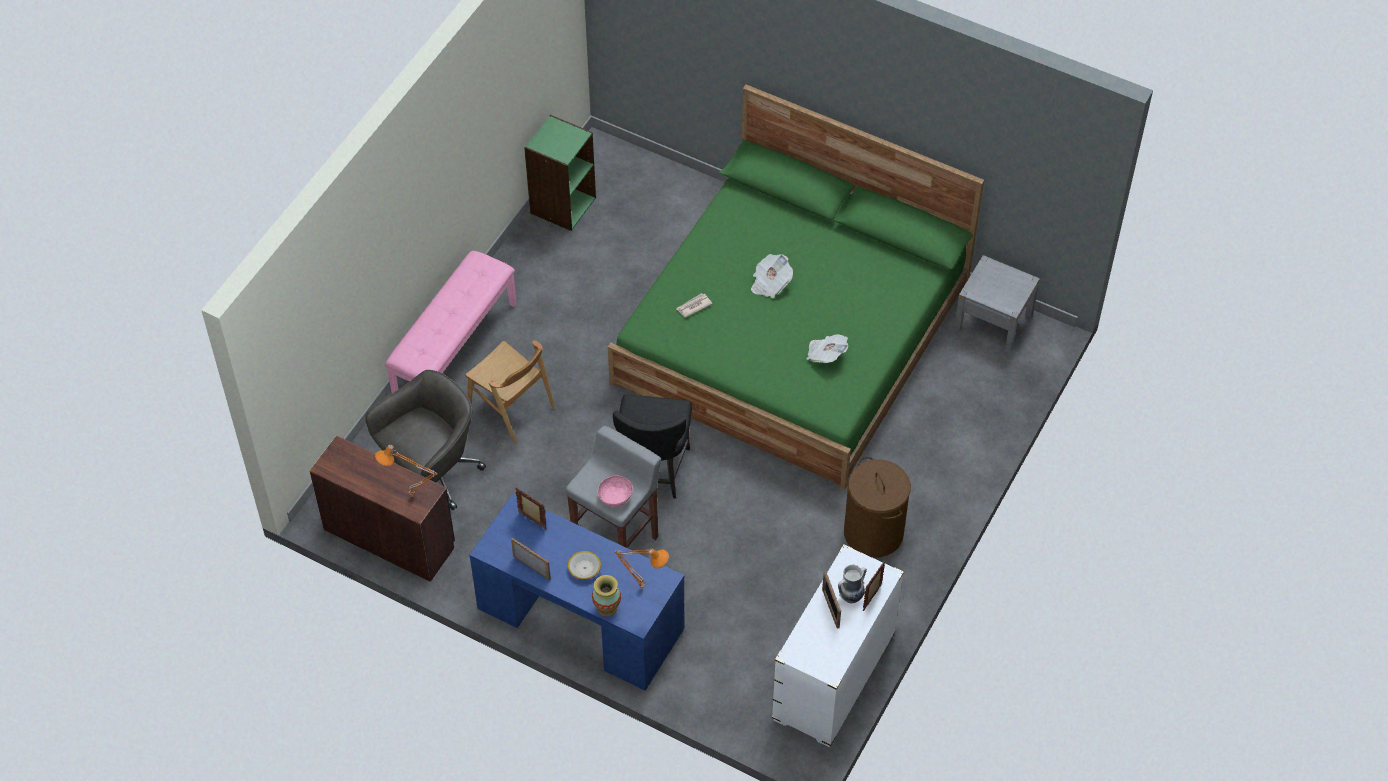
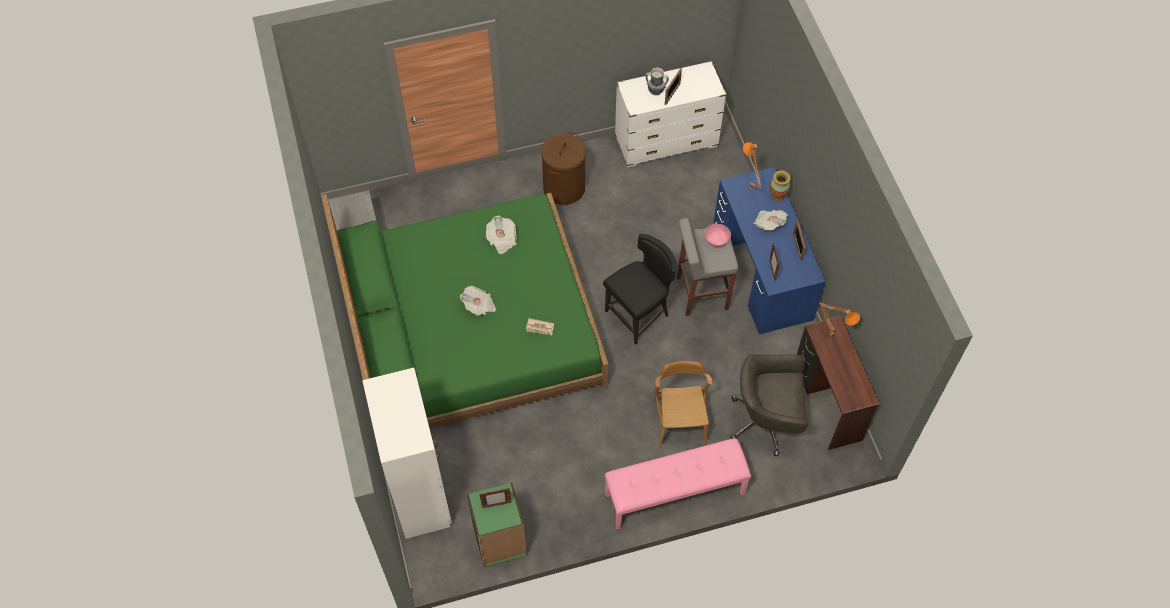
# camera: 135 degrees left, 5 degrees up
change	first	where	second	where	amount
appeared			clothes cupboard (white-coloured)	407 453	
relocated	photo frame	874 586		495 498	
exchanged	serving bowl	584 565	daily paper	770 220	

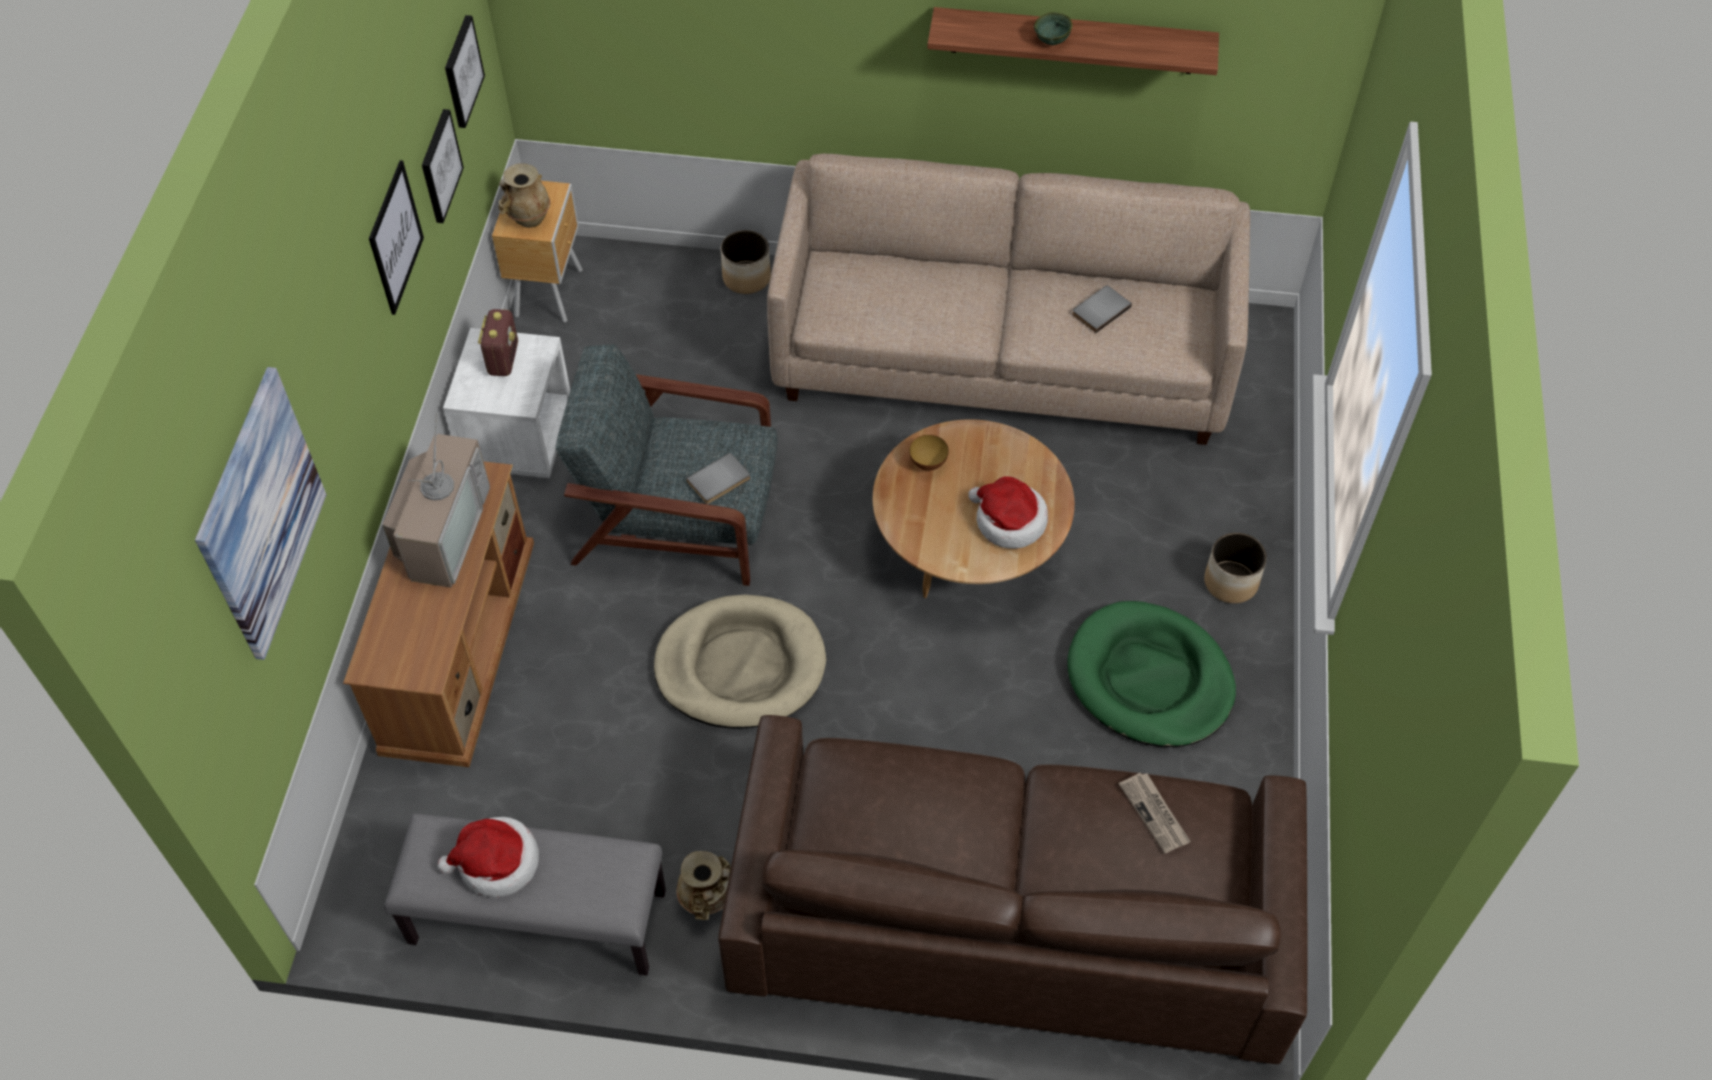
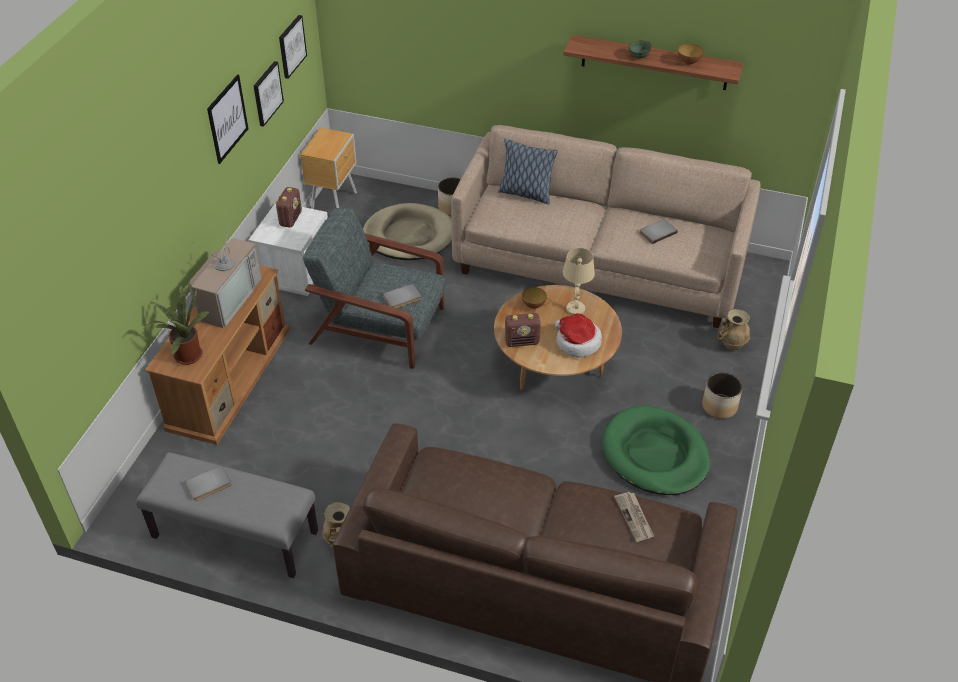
# camera: 10 degrees right, 10 degrees down
change	first	where	second	where	amount
appeared			plant in a pot	176 323	
exchanged	wearable hat	488 857	book (greyish)	208 483	
relocated	dog cushion (sand-coloured)	740 662		407 231	
appeared			cushion	527 172	
appeared			radio receiver	523 330	
appeared			tabletop lamp (sand-coloured)	579 281	
appeared			serving bowl	690 54	
relocated	flower vase (sand-coloured)	524 195		733 329	
missing	picture	260 513			

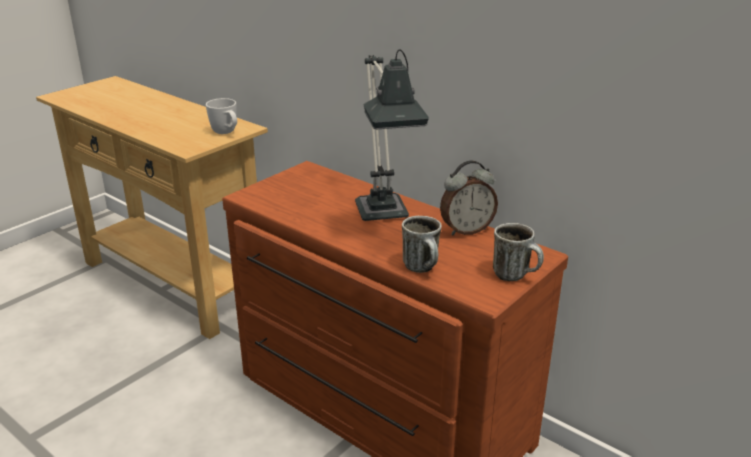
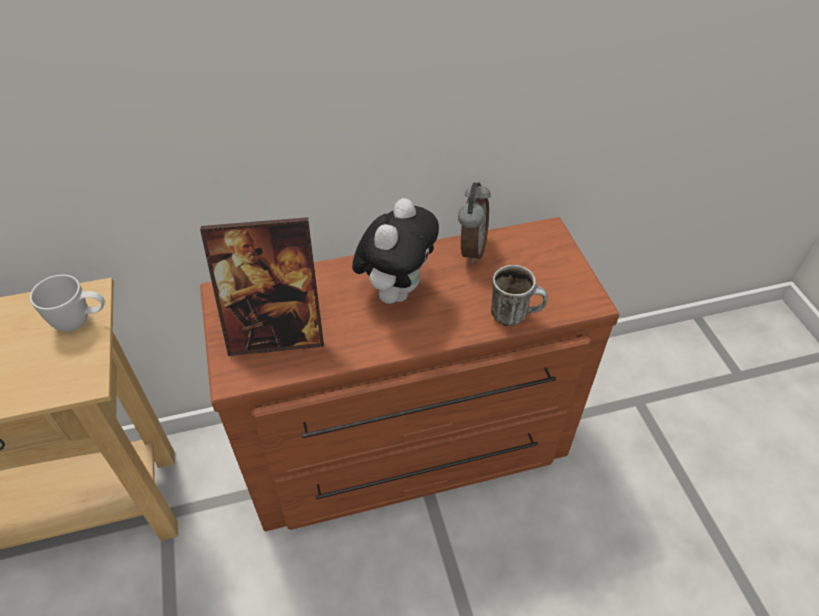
# camera: 55 degrees left, 20 degrees up
change	first	where	second	where	amount
appeared			photo frame	262 286	
exchanged	tabletop lamp	392 135	cuddly toy	395 251	
missing	tea mug	518 252			

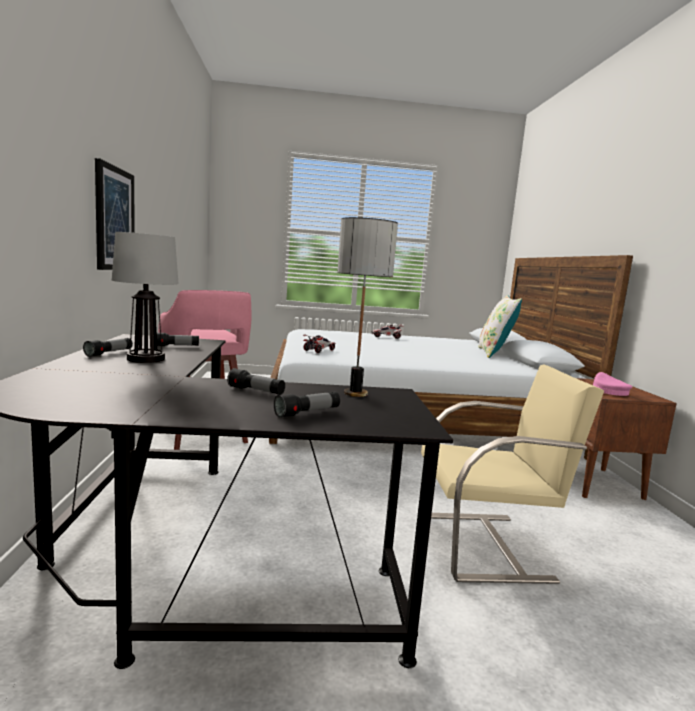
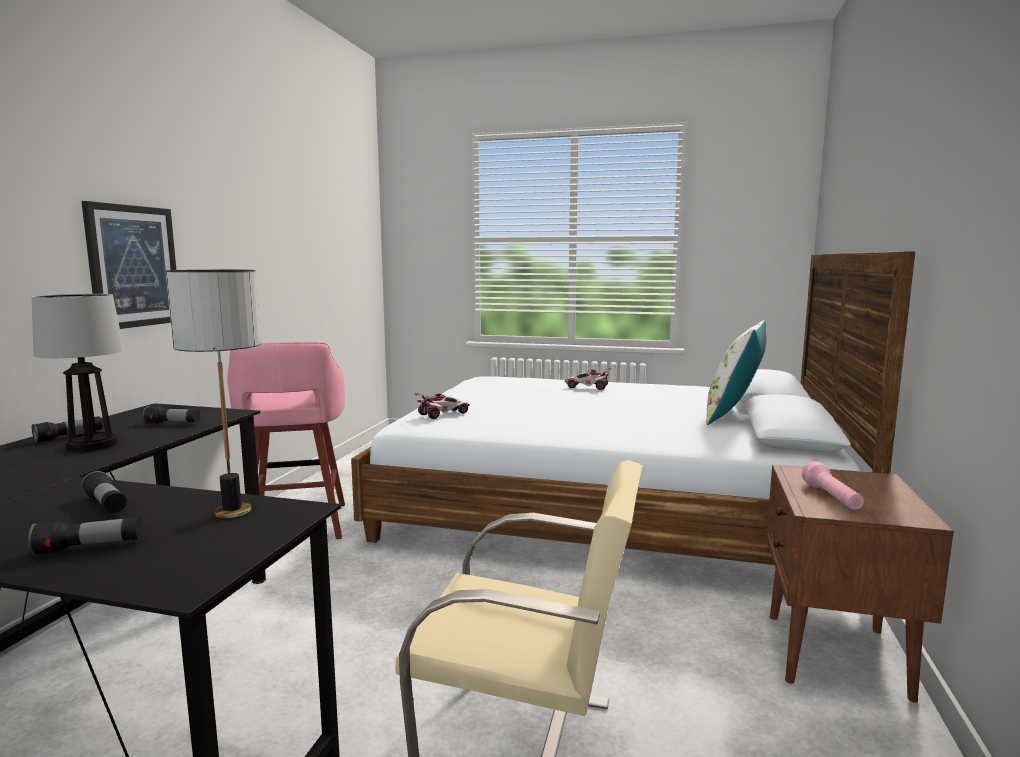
# camera: 20 degrees right, 0 degrees up
change	first	where	second	where	amount
exchanged	baseball cap (pink-coloured)	612 384	torch (pink-coloured)	833 485	

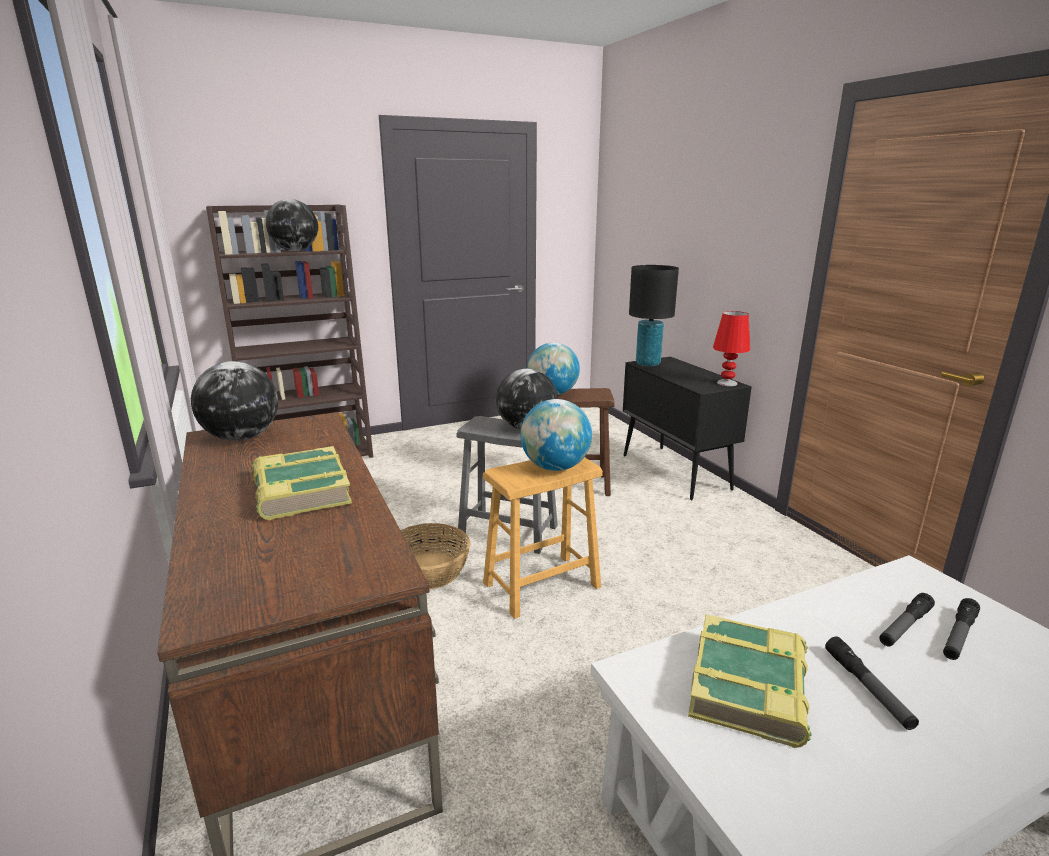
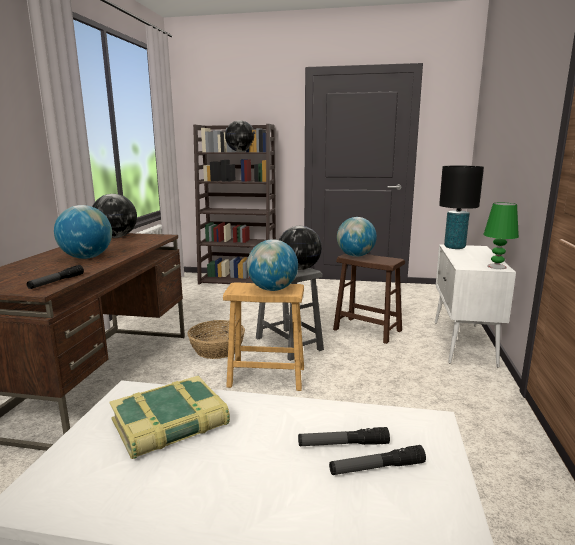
# camera: 35 degrees right, 5 degrees down
change	first	where	second	where	amount
relocated	torch	872 683		55 277	
exchanged	book	301 483	world globe	83 232	
colour	storage cabinet (black-coloured)	687 428	storage cabinet (white-coloured)	475 305	
colour	tabletop lamp (reddish)	731 348	tabletop lamp (green)	501 236	

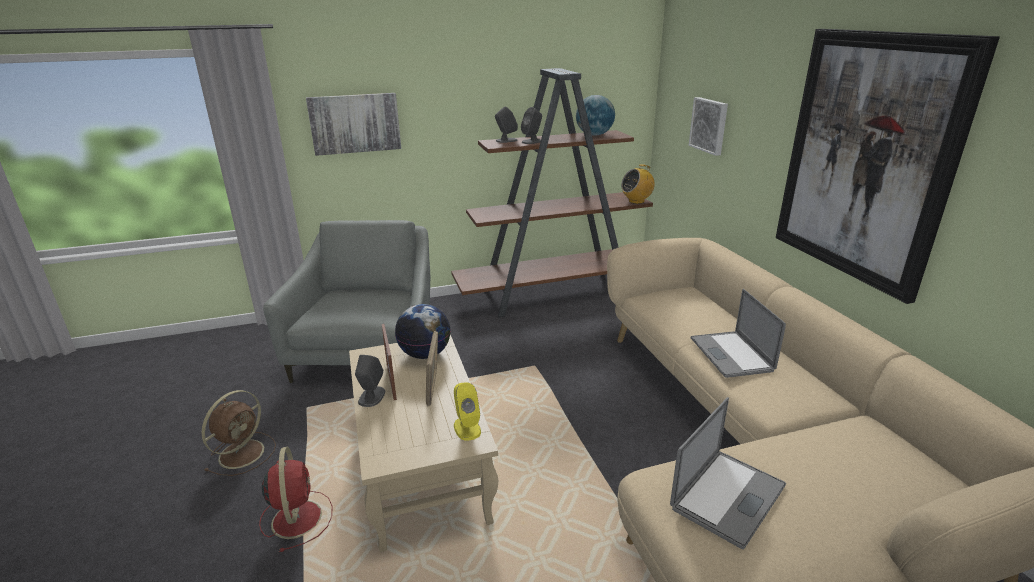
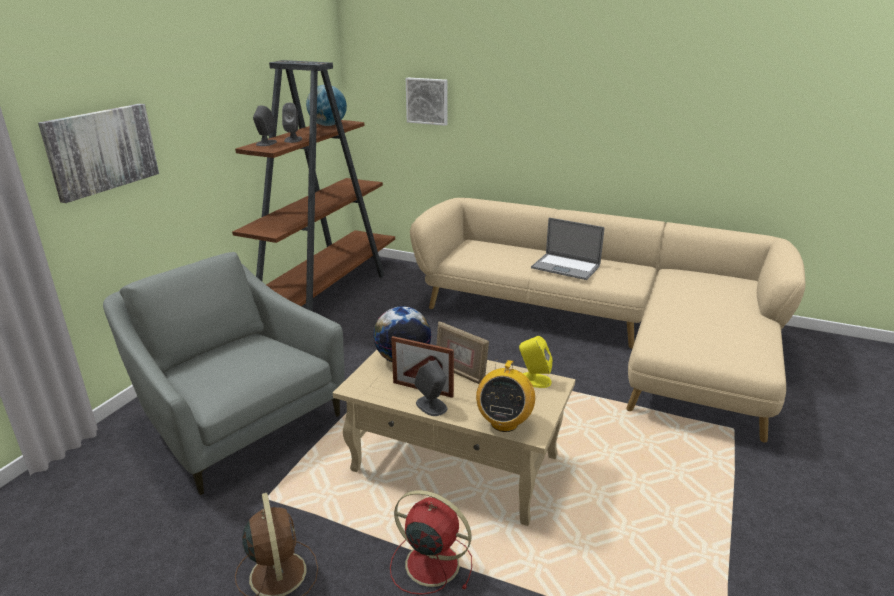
# camera: 50 degrees left, 0 degrees up
change	first	where	second	where	amount
relocated	radio receiver	638 184		505 395	
missing	portable computer	728 473			
missing	picture	888 166			

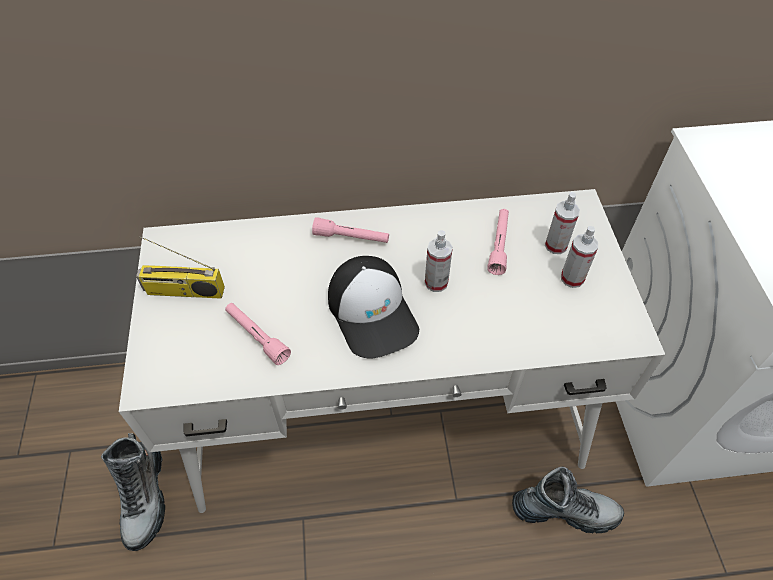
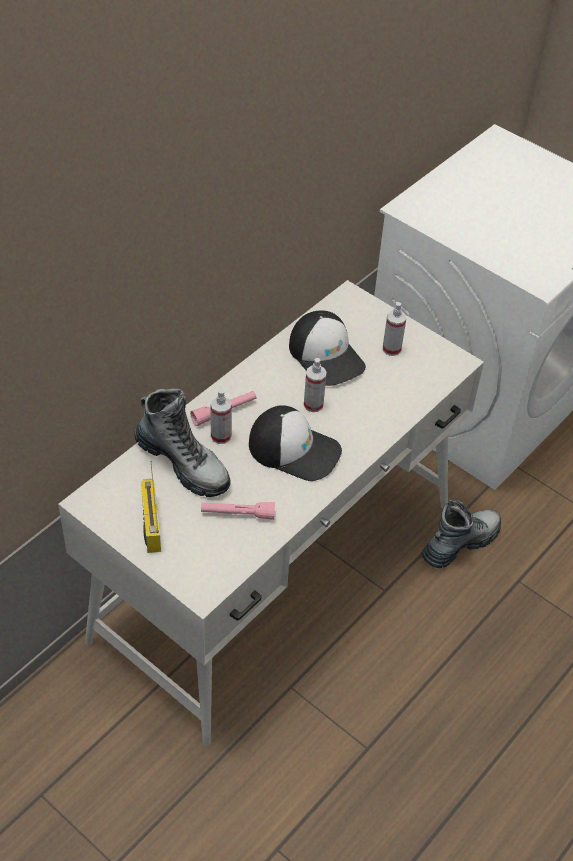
# camera: 45 degrees left, 5 degrees down
change	first	where	second	where	amount
relocated	boot	133 492		182 442	
spun	radio receiver	180 267		151 507	120 degrees clockwise
relocated	sprayer	562 223		221 416	
exchanged	torch (pink-coloured)	498 242	baseball cap	327 348	

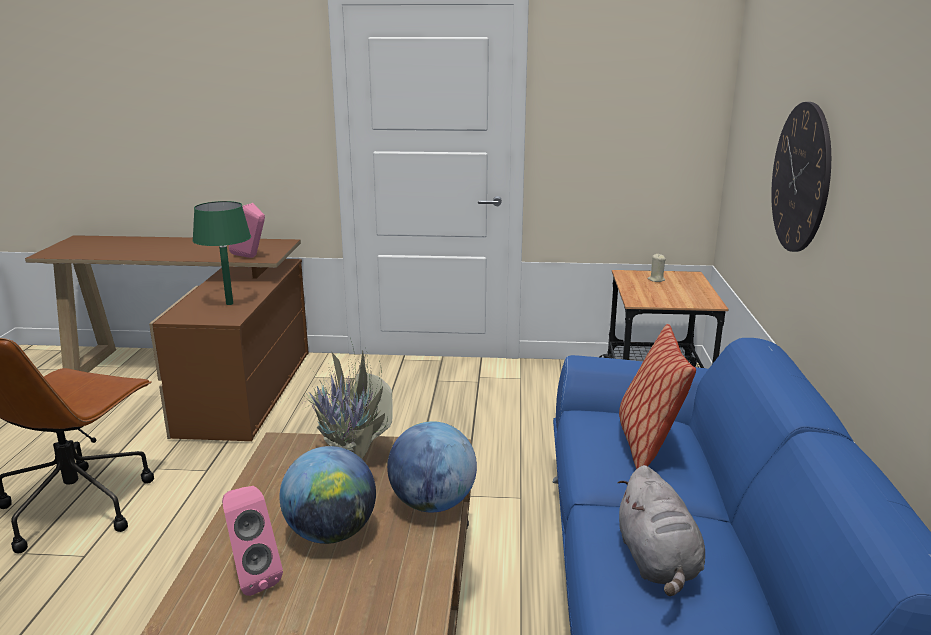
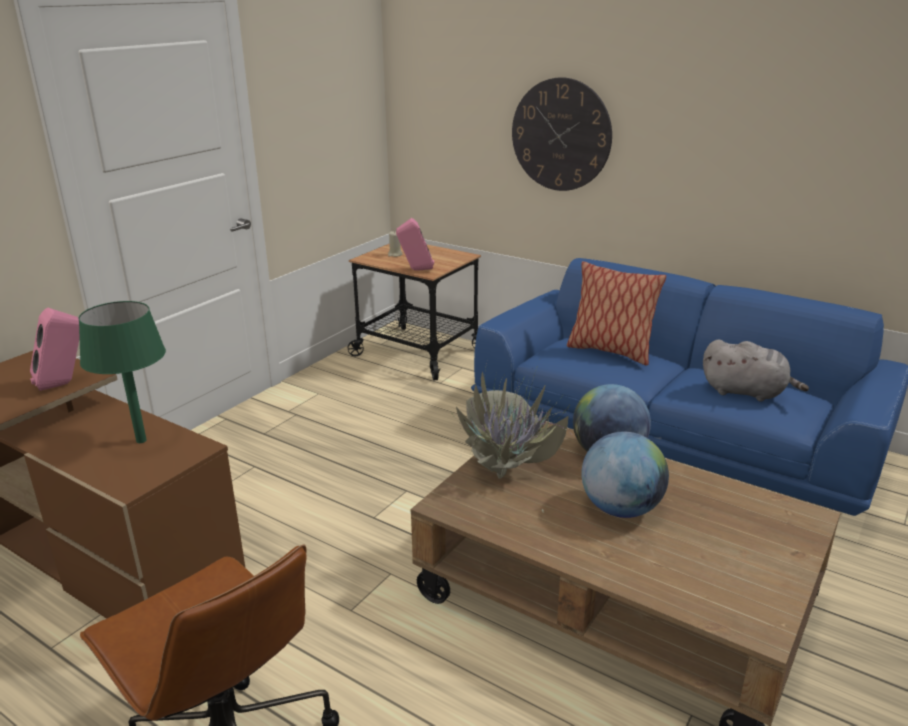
# camera: 60 degrees left, 5 degrees up
change	first	where	second	where	amount
relocated	audio speaker (pink-coloured)	252 541		415 244	

